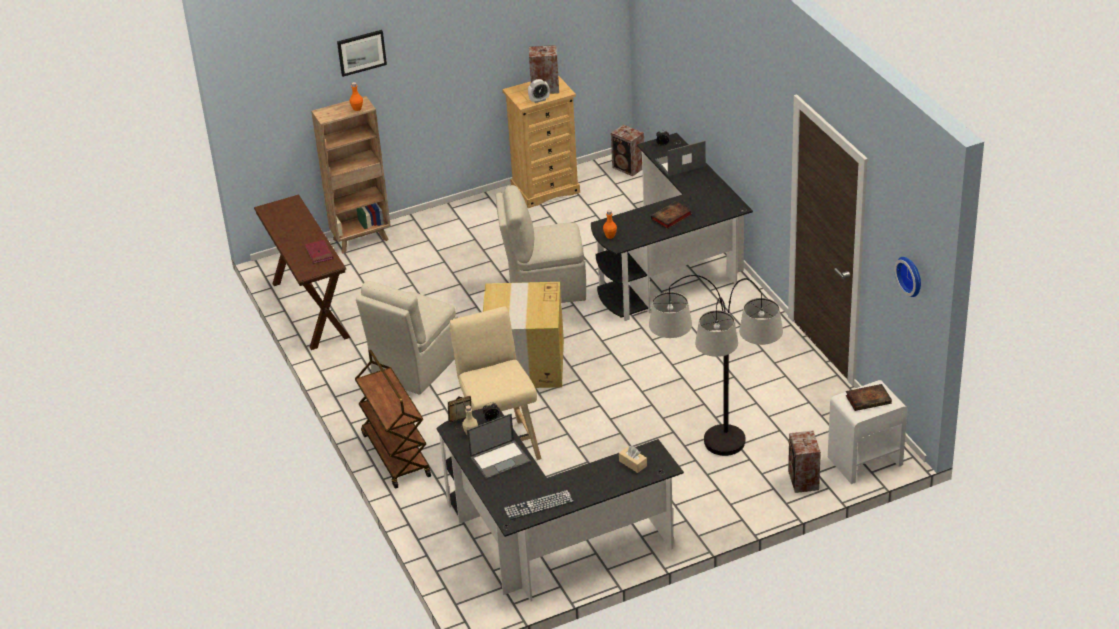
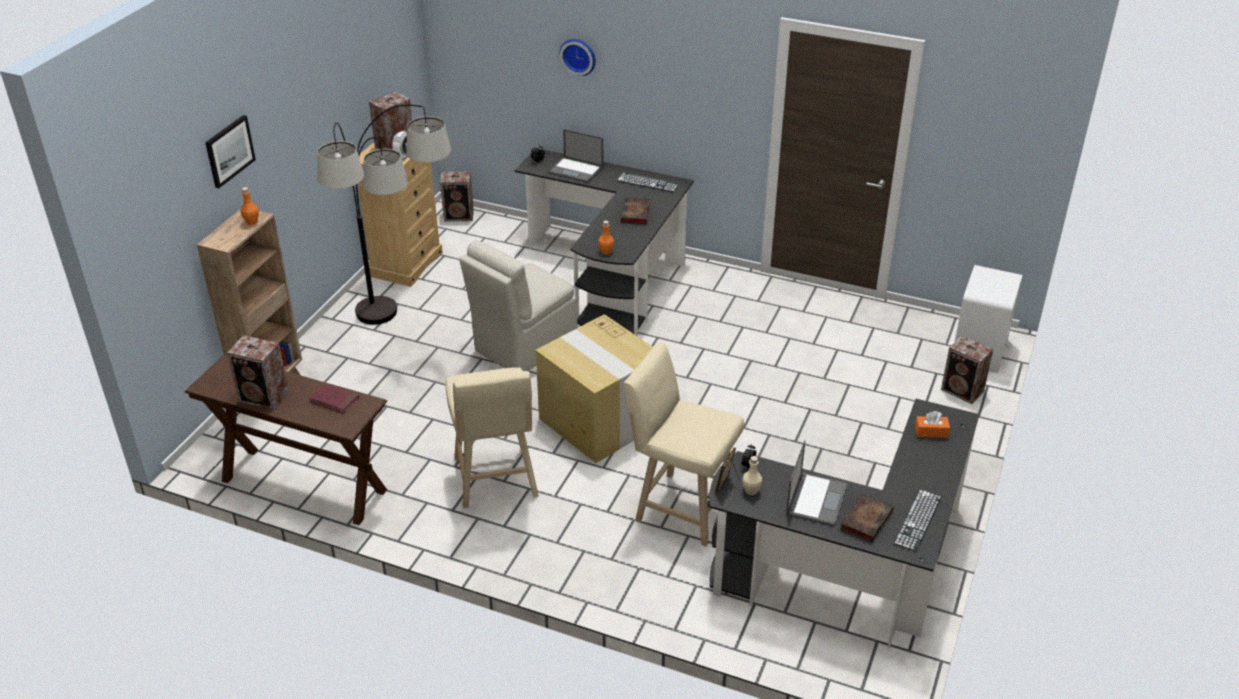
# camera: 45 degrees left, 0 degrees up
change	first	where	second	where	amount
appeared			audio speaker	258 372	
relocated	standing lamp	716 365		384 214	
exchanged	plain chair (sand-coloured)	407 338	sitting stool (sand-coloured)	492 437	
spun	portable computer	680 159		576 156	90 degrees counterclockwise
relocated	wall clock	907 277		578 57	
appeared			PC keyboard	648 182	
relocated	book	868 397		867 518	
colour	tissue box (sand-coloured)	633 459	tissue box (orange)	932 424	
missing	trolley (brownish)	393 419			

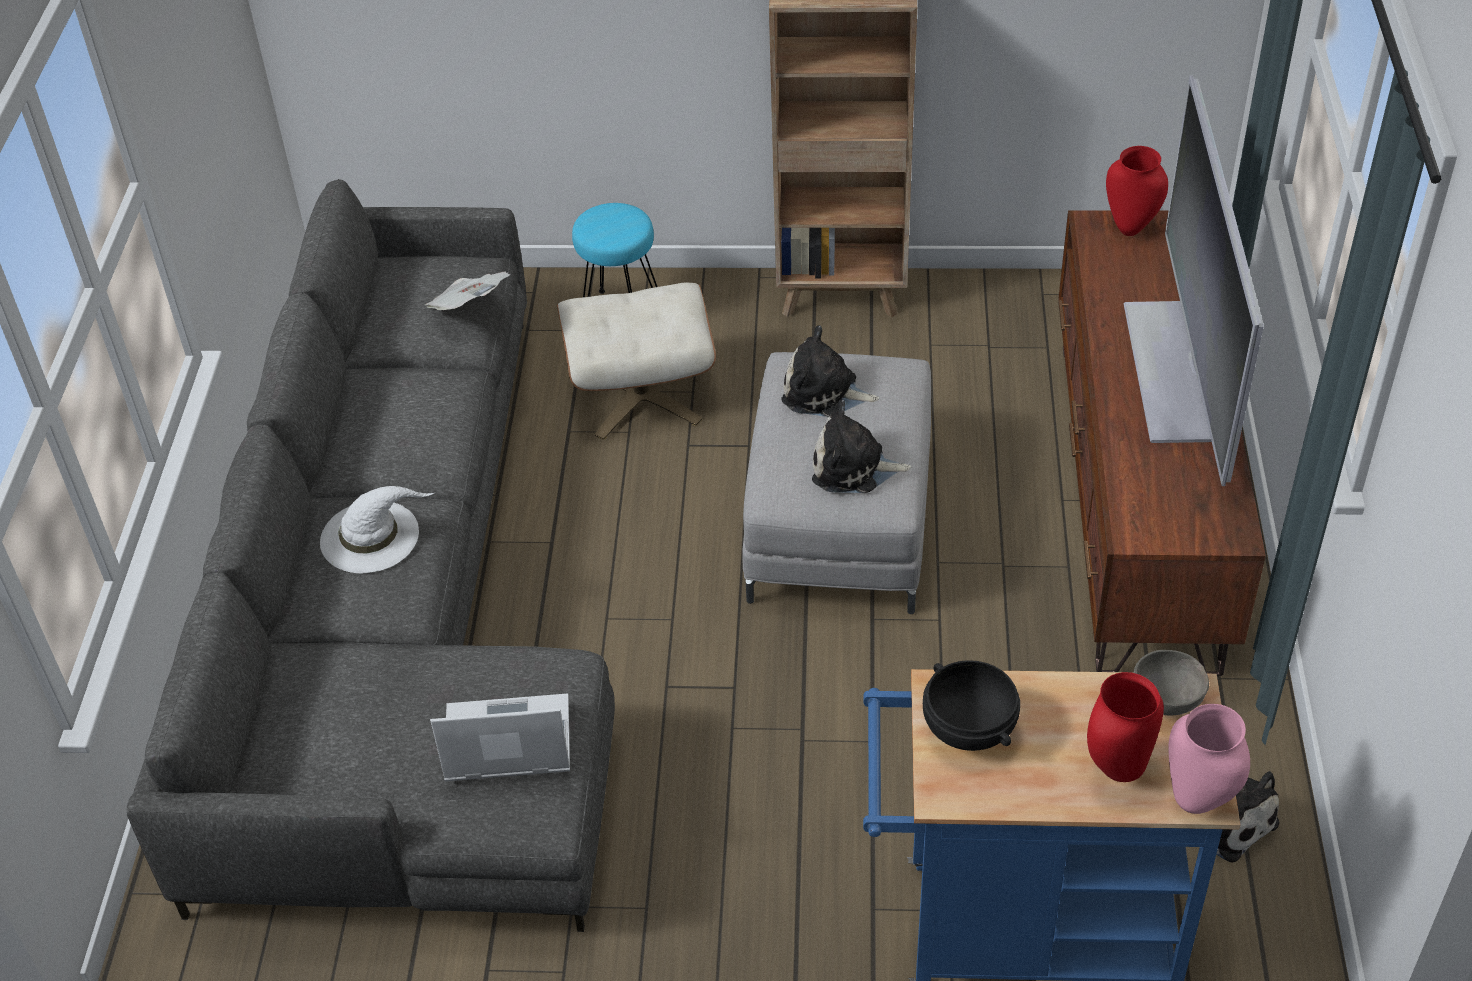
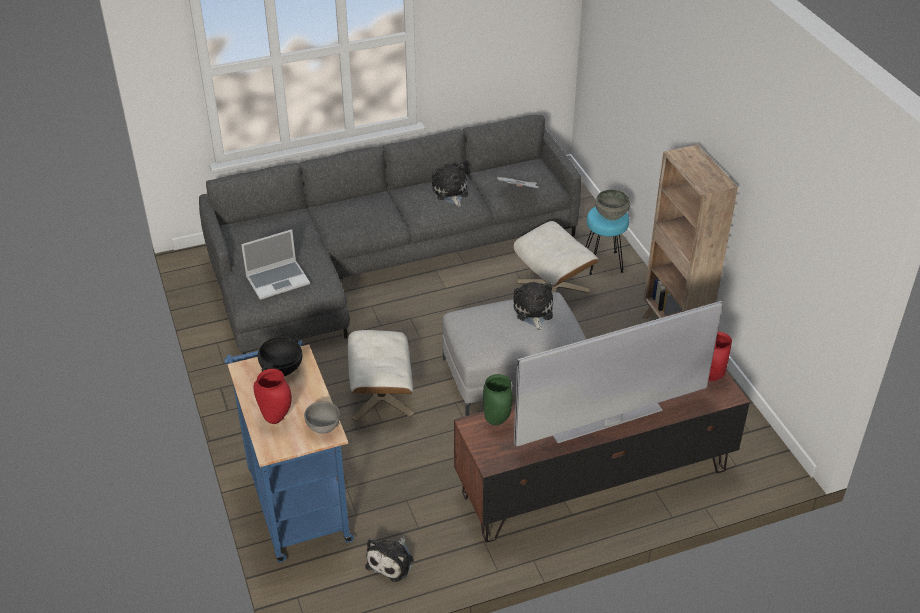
# camera: 65 degrees right, 5 degrees down
change	first	where	second	where	amount
spun	portable computer	500 737		275 264	90 degrees clockwise
appeared			ottoman (sand-coloured)	381 376	
relocated	cuddly toy	861 446		450 185	
appeared			flower vase (green)	497 399	
appeared			serving bowl (greyish)	612 204	
missing	wearable hat (white-coloured)	377 529			
missing	flower vase (pink-coloured)	1209 759			

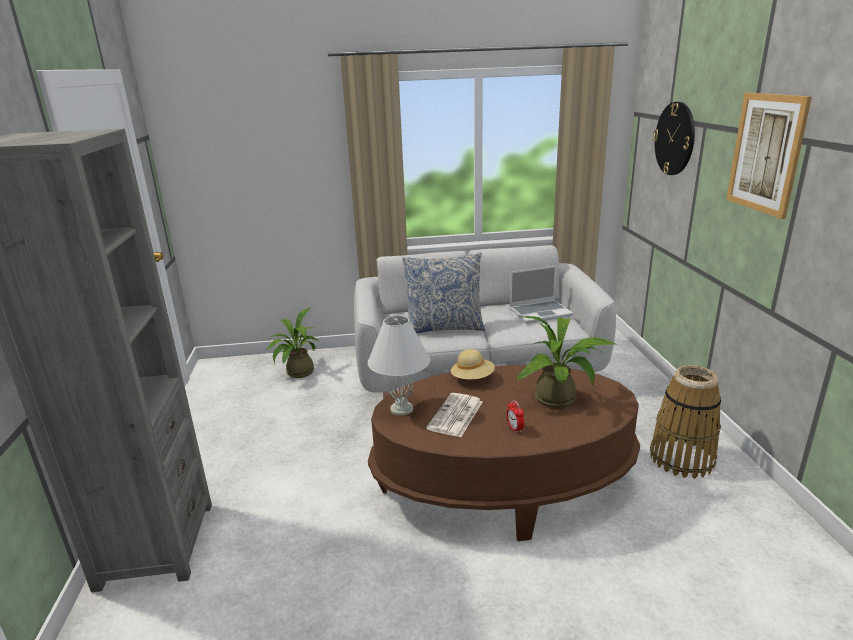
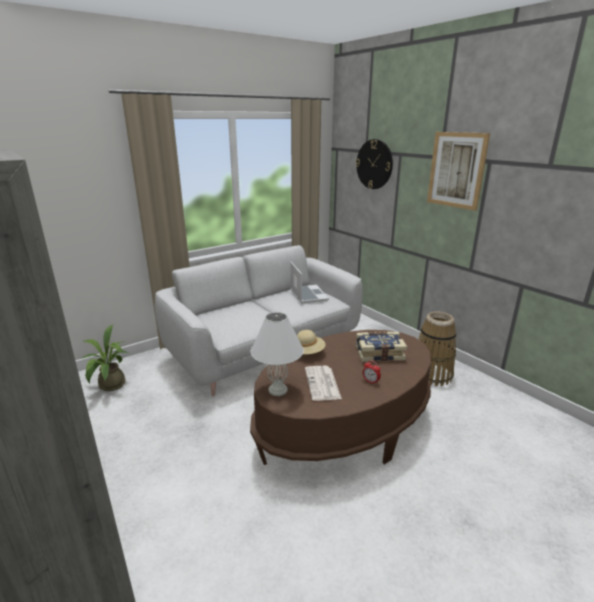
# camera: 30 degrees left, 0 degrees up
change	first	where	second	where	amount
spun	portable computer	541 294		309 283	60 degrees counterclockwise
exchanged	plant in a pot	566 362	book	381 347	
missing	cushion	443 293			

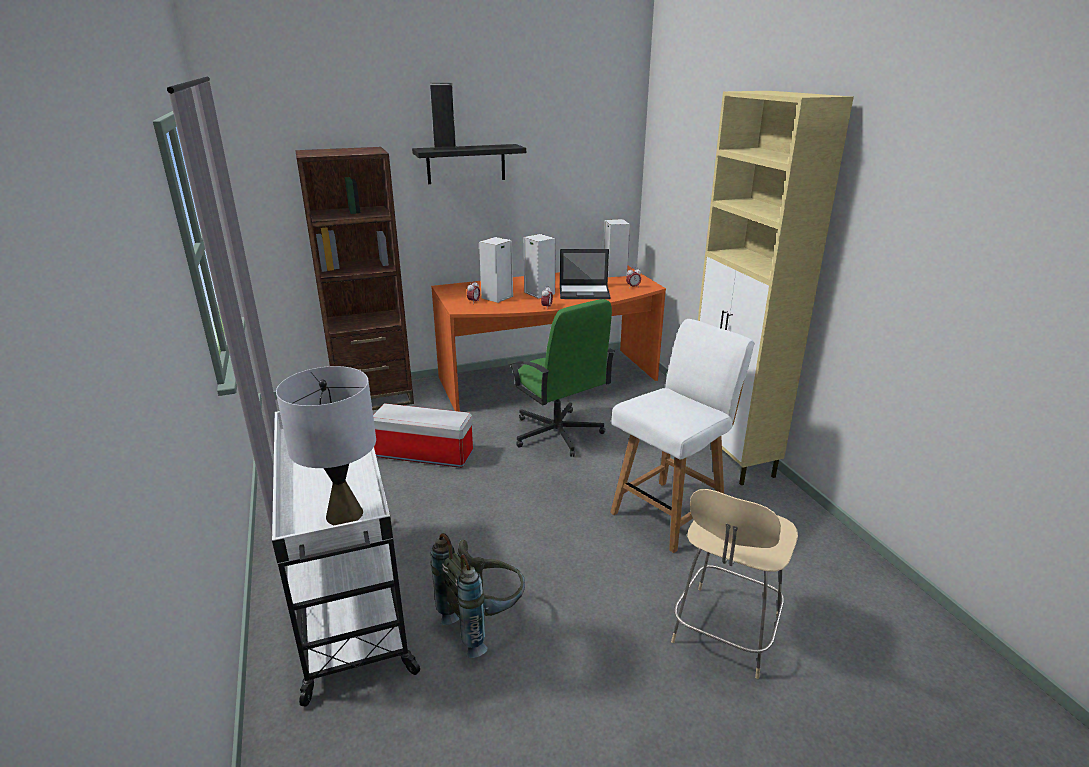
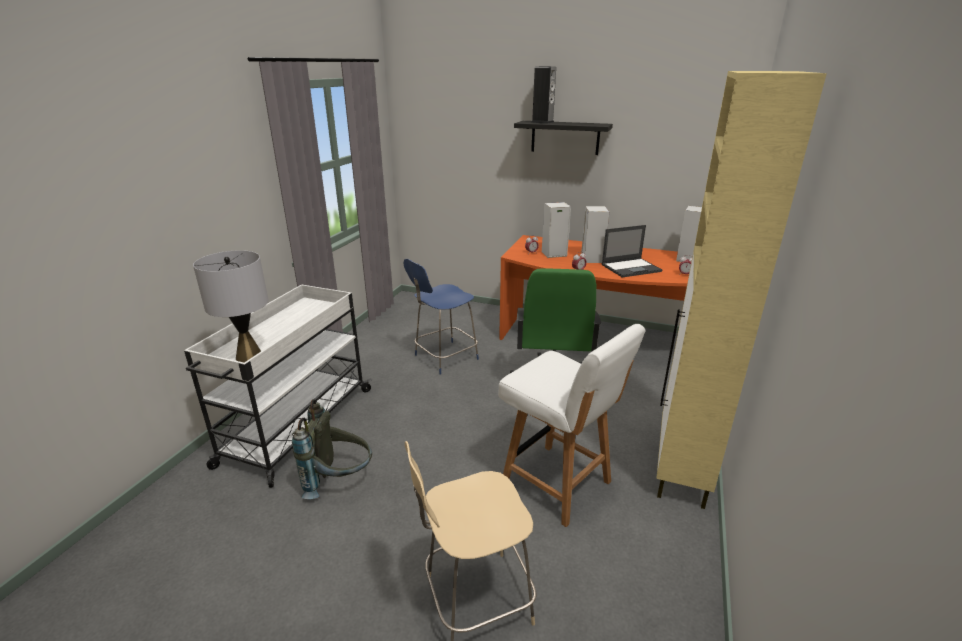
# camera: 40 degrees right, 0 degrees up
change	first	where	second	where	amount
exchanged	storage container	423 435	plain chair (blue-coloured)	441 317	
spun	plain chair (white-coloured)	682 436		571 425	45 degrees clockwise
spun	portable computer	585 274		632 251	60 degrees counterclockwise
missing	bookshelf (brownish)	354 278			

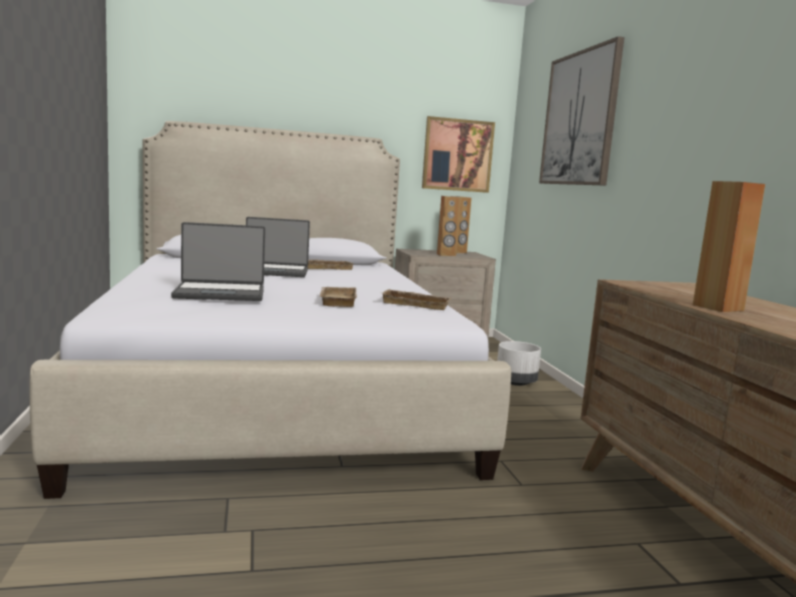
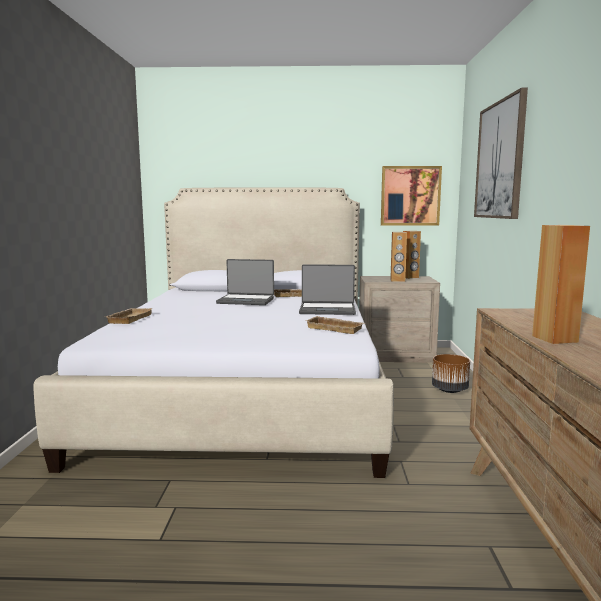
# camera: 15 degrees right, 0 degrees up
change	first	where	second	where	amount
relocated	carrying tray (sand-coloured)	338 297		129 316	
relocated	portable computer	218 261		327 289	
colour	plant pot (white-coloured)	519 363	plant pot (brownish)	451 373	

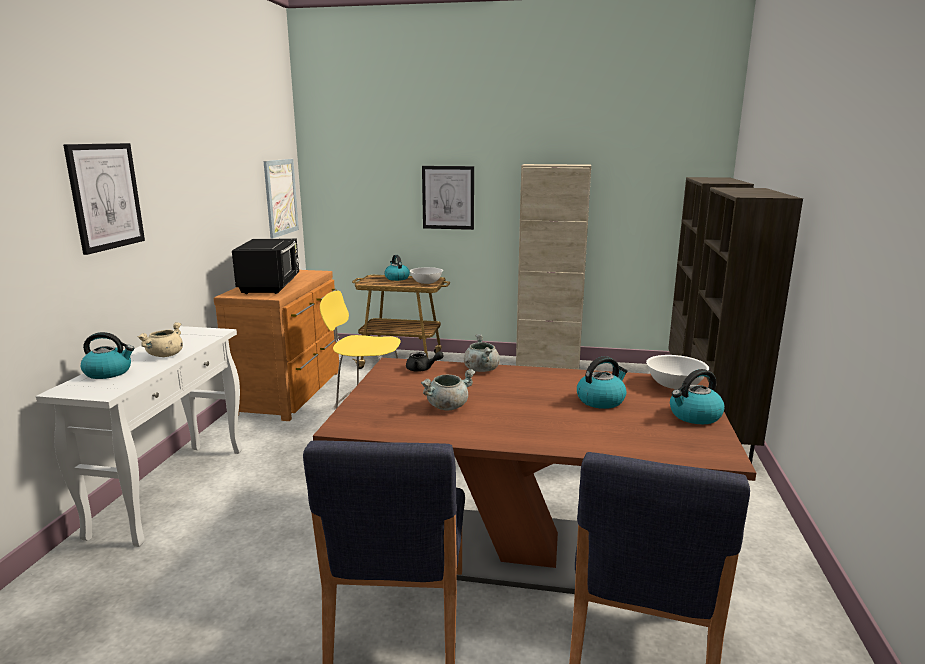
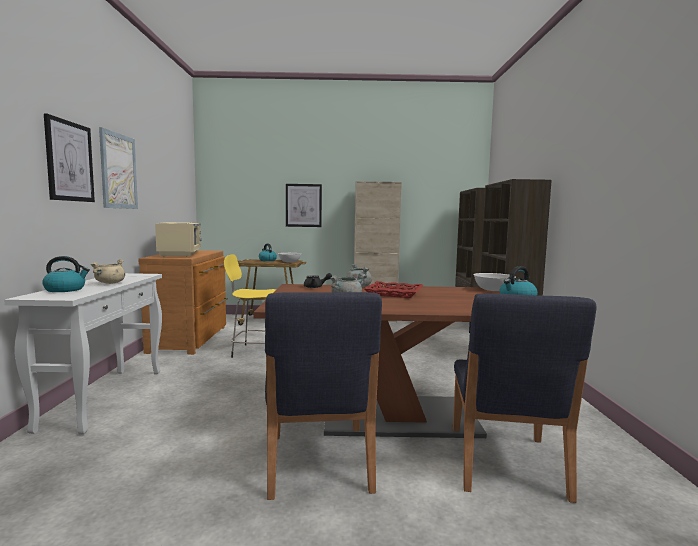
# camera: 10 degrees left, 10 degrees down
change	first	where	second	where	amount
relocated	picture	281 199		118 168	
colour	microwave (black-coloured)	265 266	microwave (sand-coloured)	178 239	
appeared			carrying tray (reddish)	393 289	
missing	kettle	602 382			

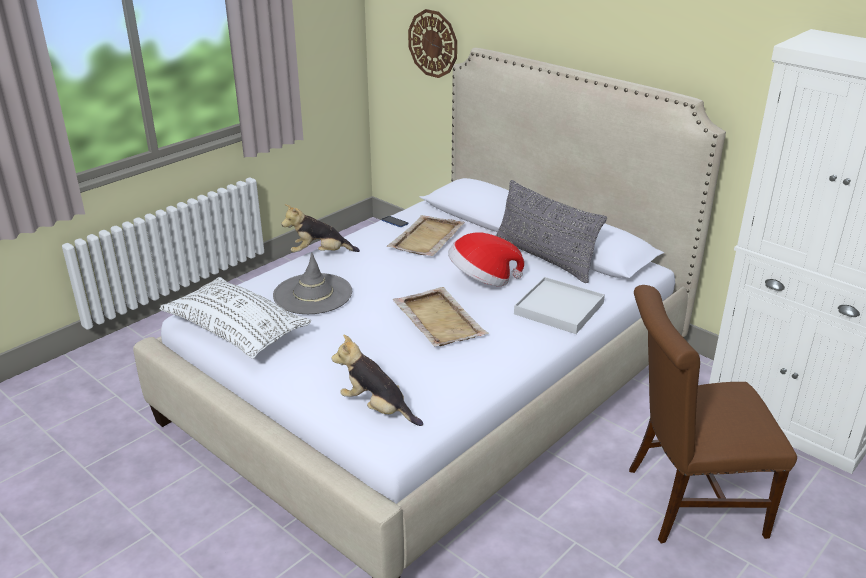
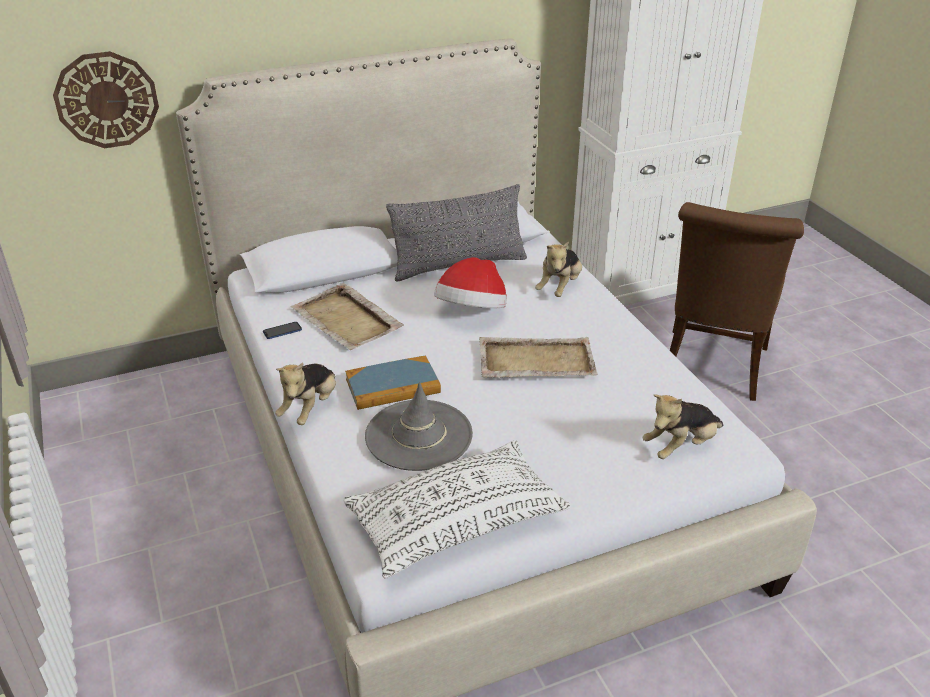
# camera: 65 degrees left, 5 degrees up
change	first	where	second	where	amount
appeared			book	393 382	
exchanged	carrying tray (white-coloured)	559 305	cuddly toy	558 269	

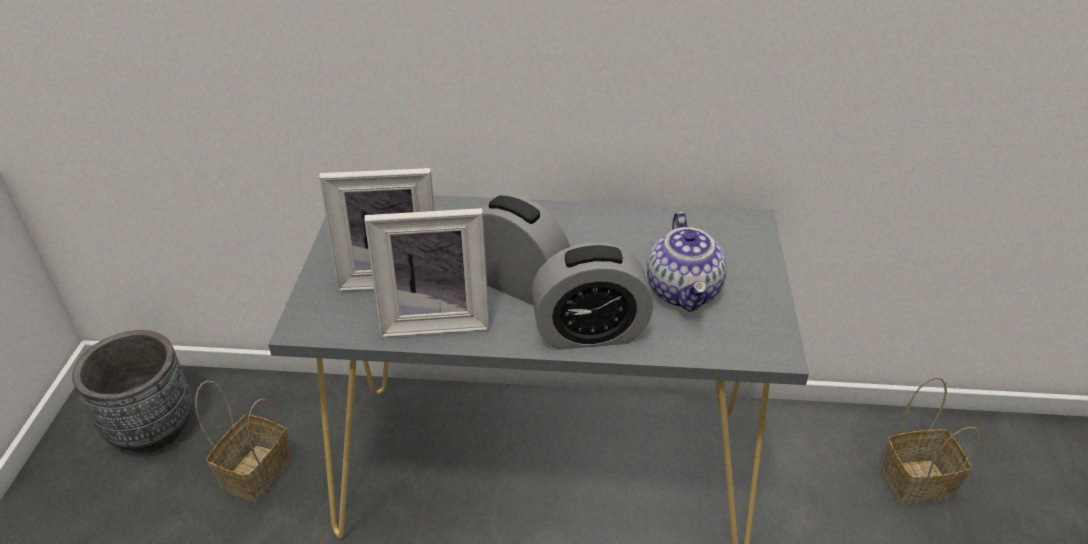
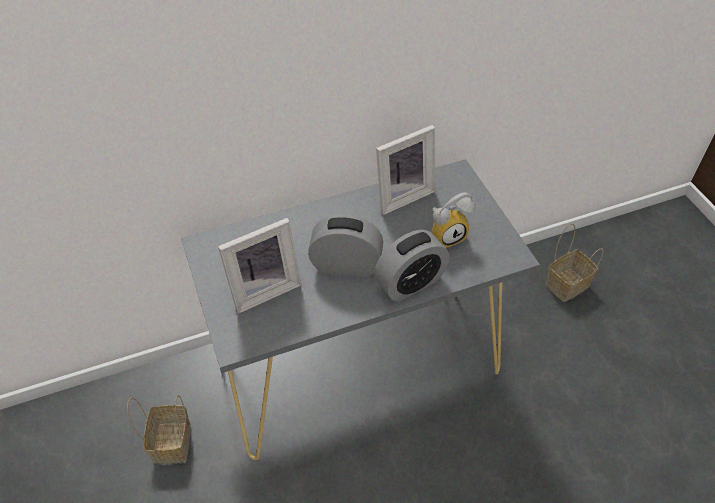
# camera: 25 degrees left, 10 degrees up
change	first	where	second	where	amount
relocated	photo frame	427 272		406 170	
exchanged	teapot	687 262	bedside clock	454 220	
missing	plant pot (greyish)	132 391			

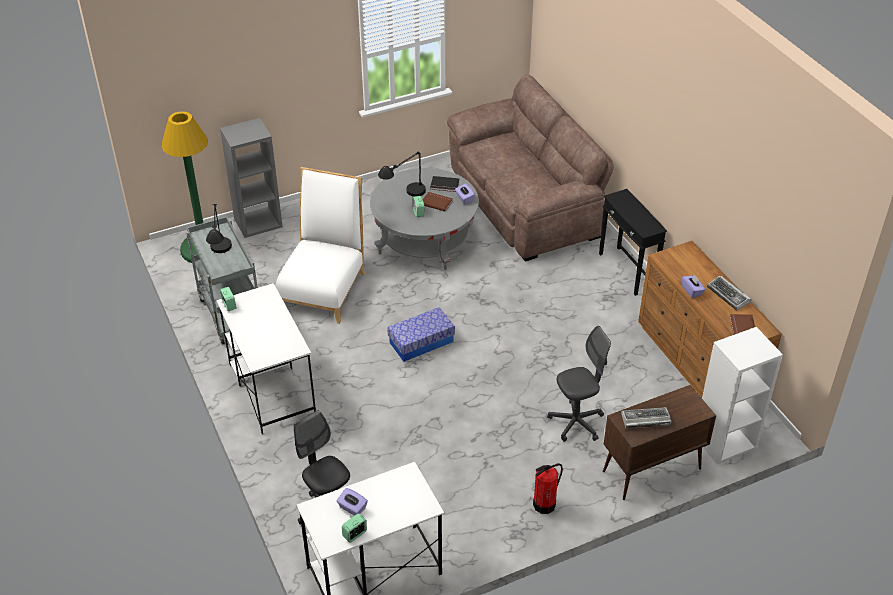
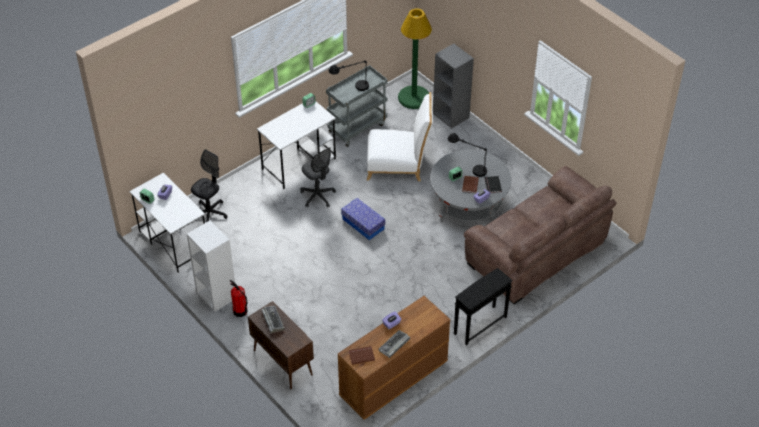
# camera: 75 degrees right, 5 degrees up
change	first	where	second	where	amount
relocated	bookshelf (white-coloured)	742 395		211 266	
relocated	office chair (greyish)	579 384		318 177	

